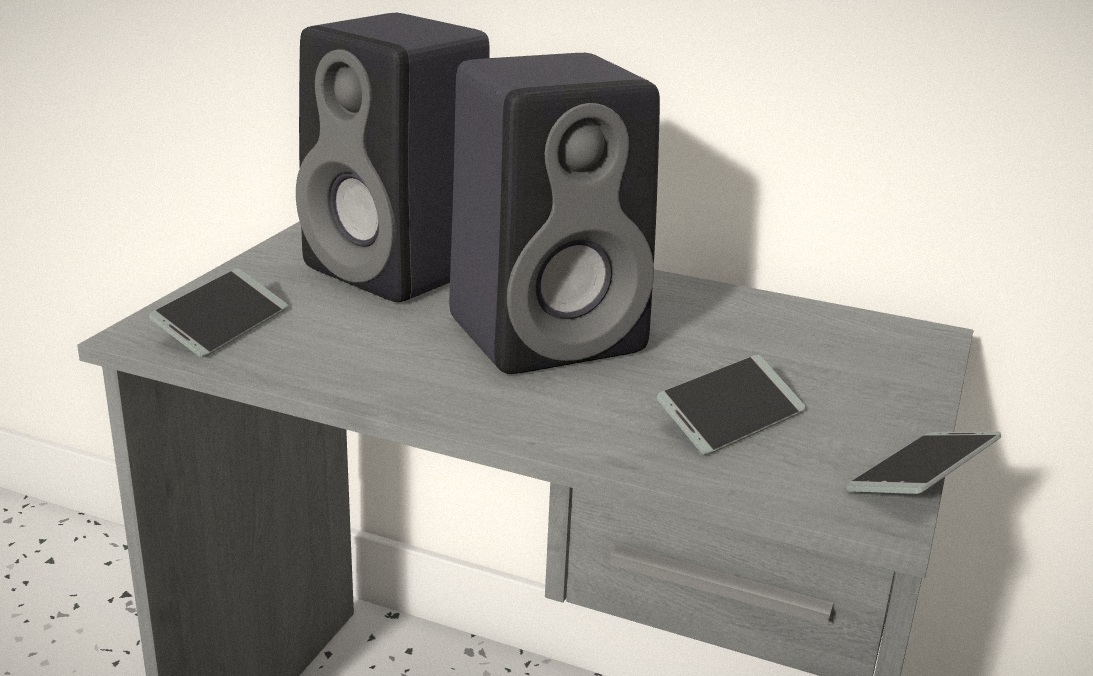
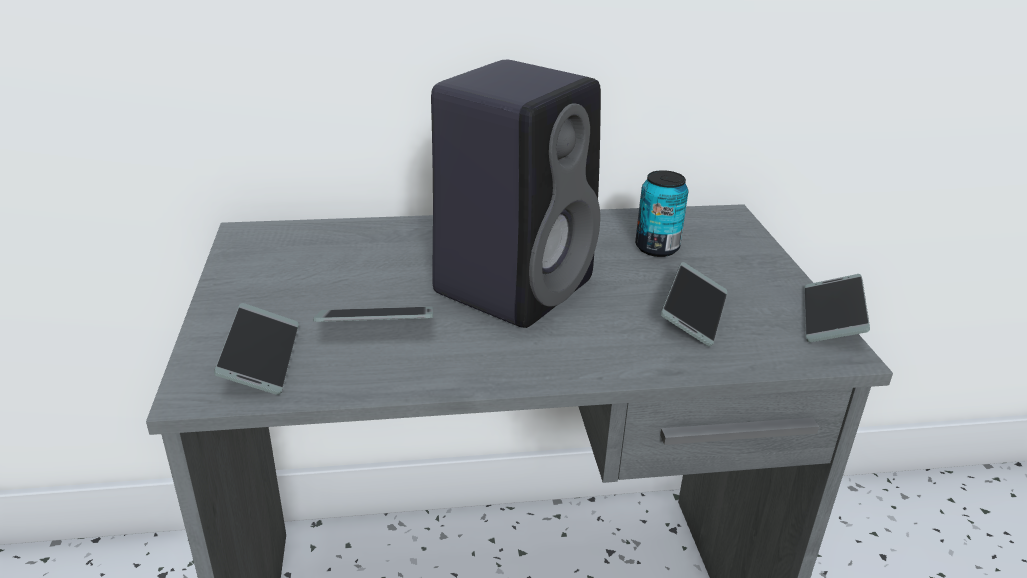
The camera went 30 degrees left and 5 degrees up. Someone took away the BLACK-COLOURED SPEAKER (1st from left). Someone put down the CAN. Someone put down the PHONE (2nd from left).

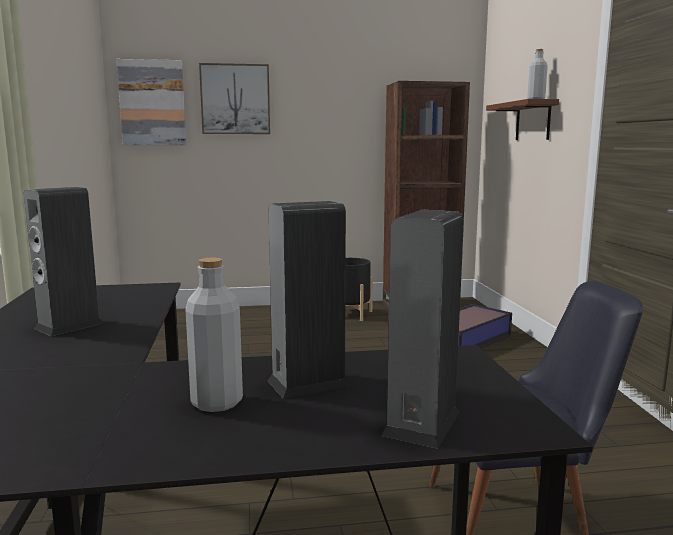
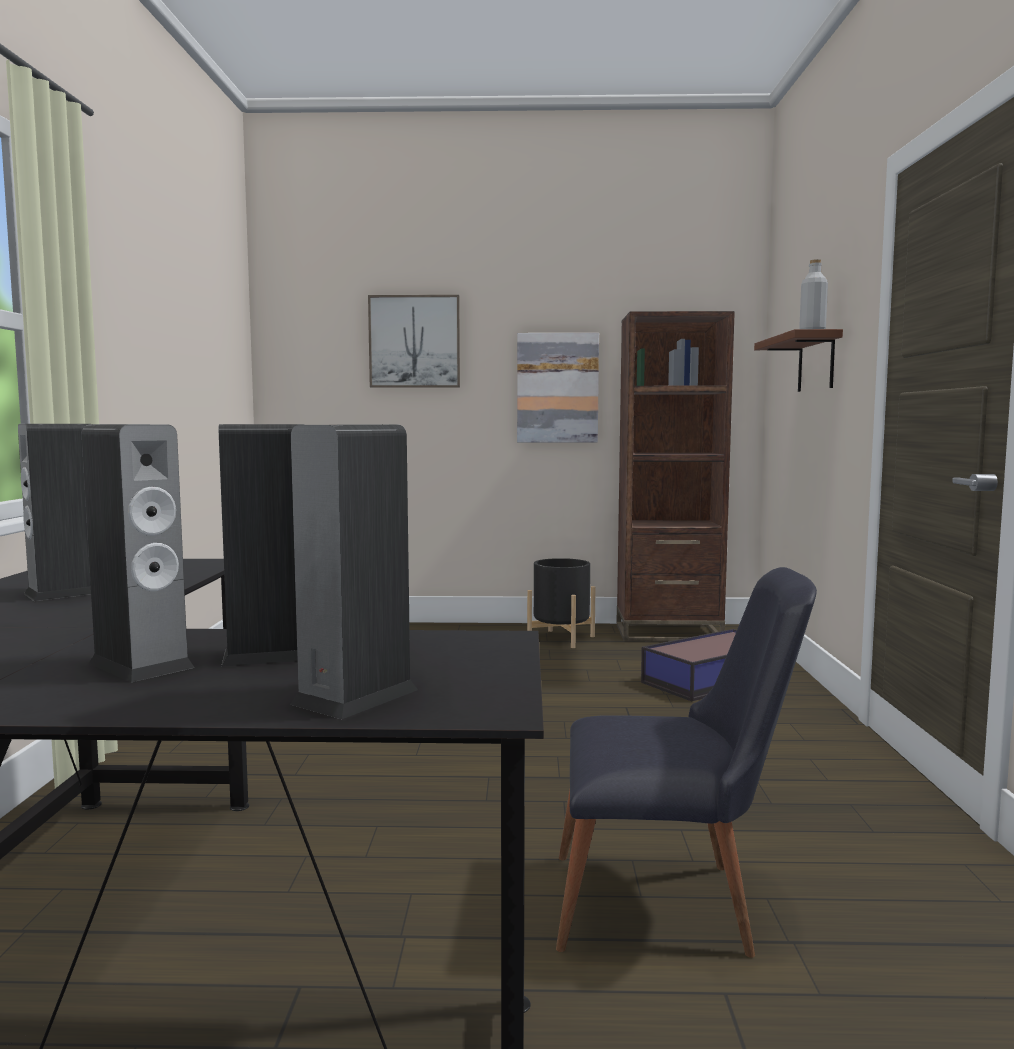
The camera went 10 degrees right and 5 degrees down. Someone carried the WALL PICTURE (1st from left in the first image). Someone swapped the GREYISH DRINK BOTTLE (1st from left) for the SPEAKER (2nd from left).

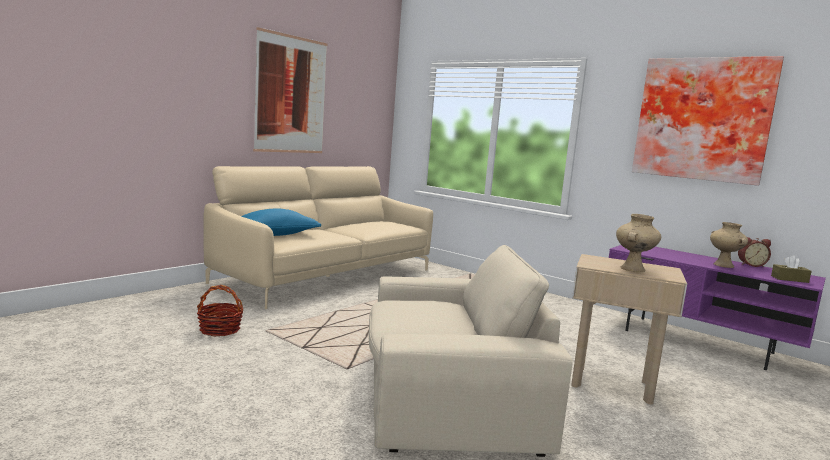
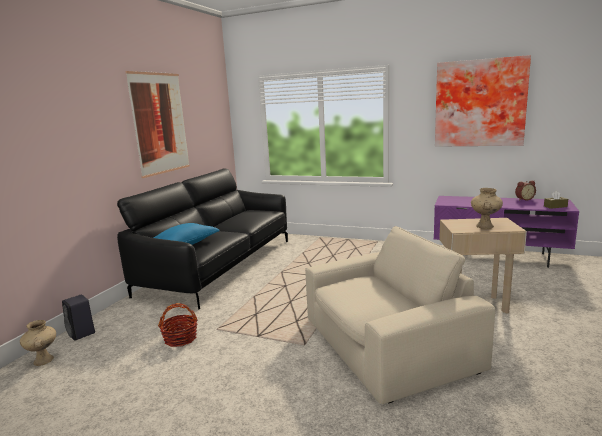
The camera went 15 degrees left and 5 degrees up. Someone repainted the SAND-COLOURED SOFA, which became the BLACK-COLOURED SOFA. Someone carried the SAND-COLOURED FLOWER VASE (2nd from left in the first image). Someone put down the BLACK-COLOURED SPEAKER.

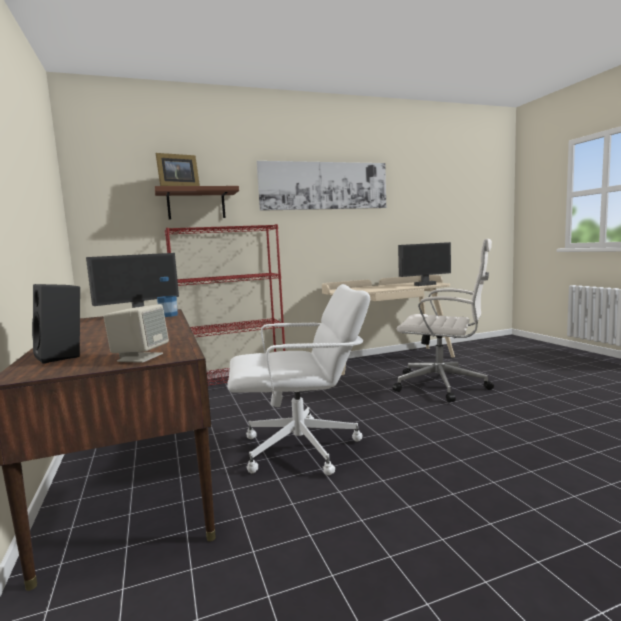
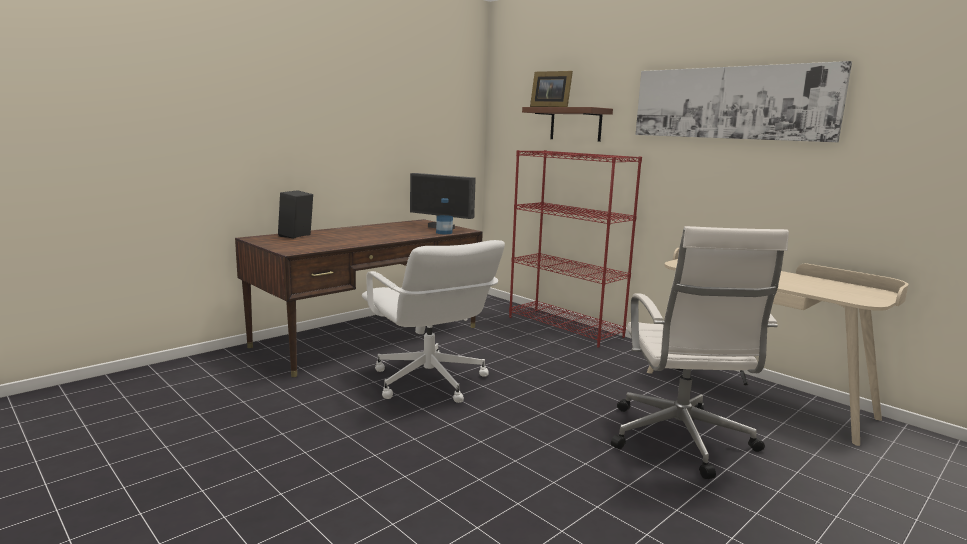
The camera went 65 degrees right and 5 degrees up. Someone took away the COMPUTER DISPLAY (2nd from left). Someone took away the SAND-COLOURED SPEAKER.

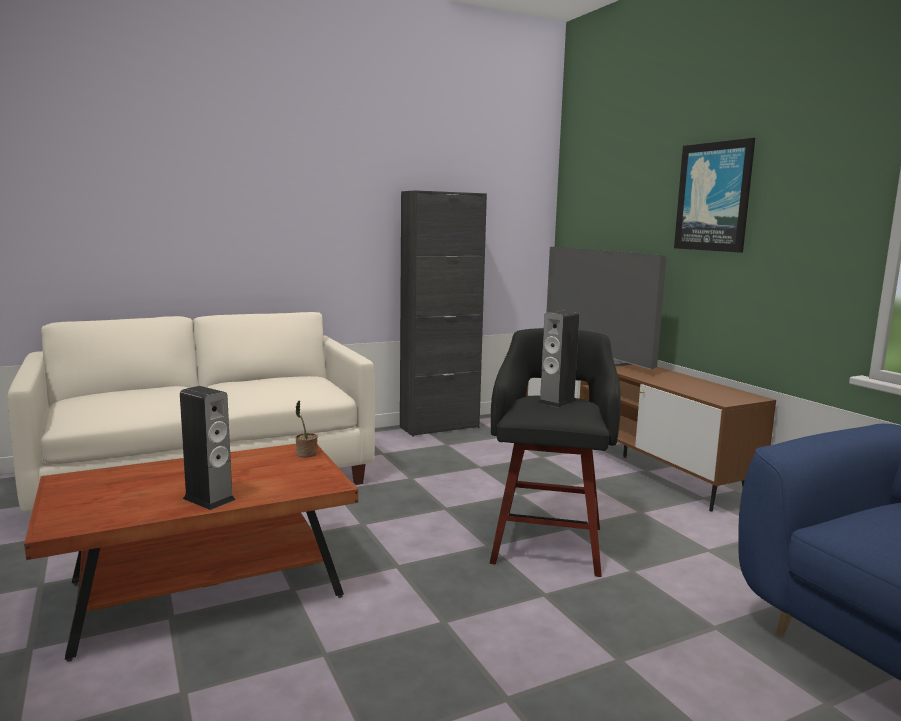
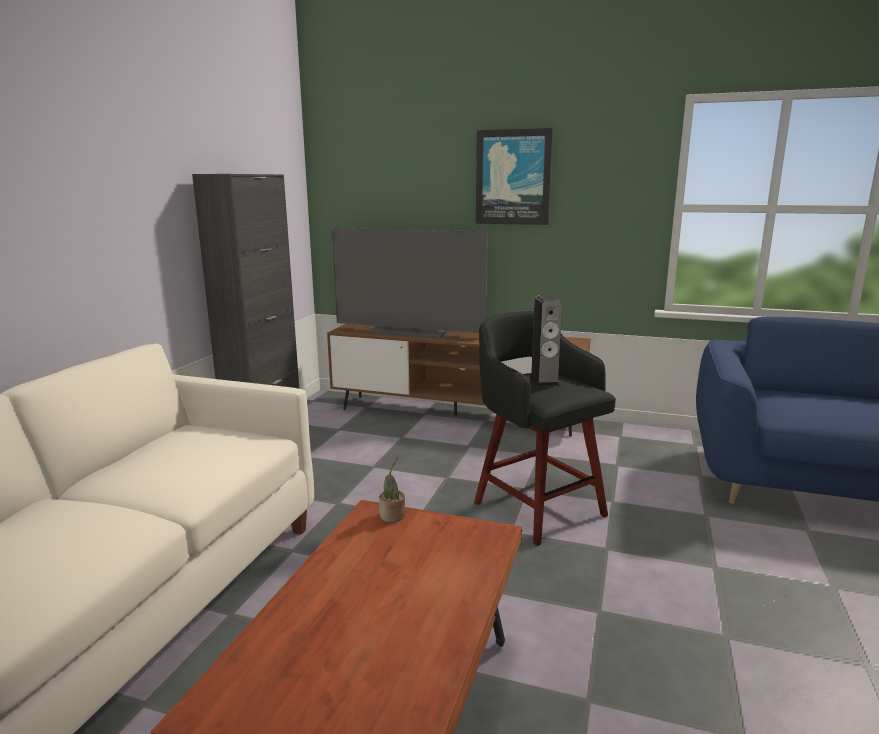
The camera went 45 degrees left and 5 degrees up. Someone took away the SPEAKER (1st from left).

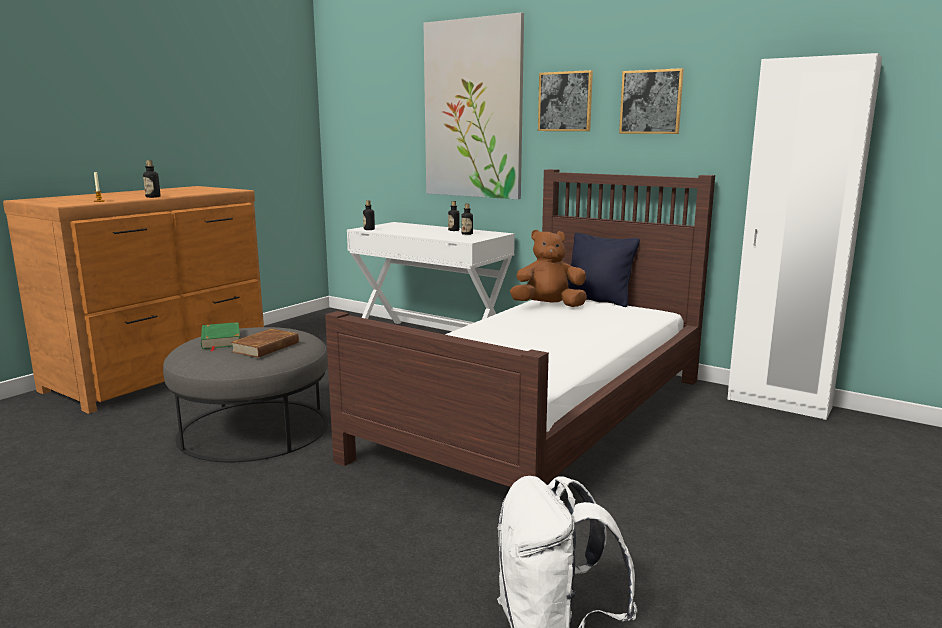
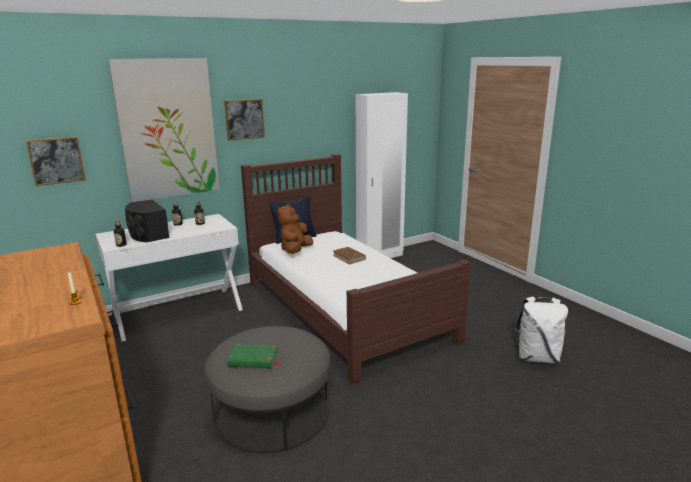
The camera went 65 degrees left and 5 degrees up. Someone carried the WALL PICTURE (3rd from left in the first image). Someone took away the DRINK BOTTLE (1st from left). Someone carried the BROWN-COLOURED BOUND BOOK. Someone put down the BLACK-COLOURED SPEAKER.

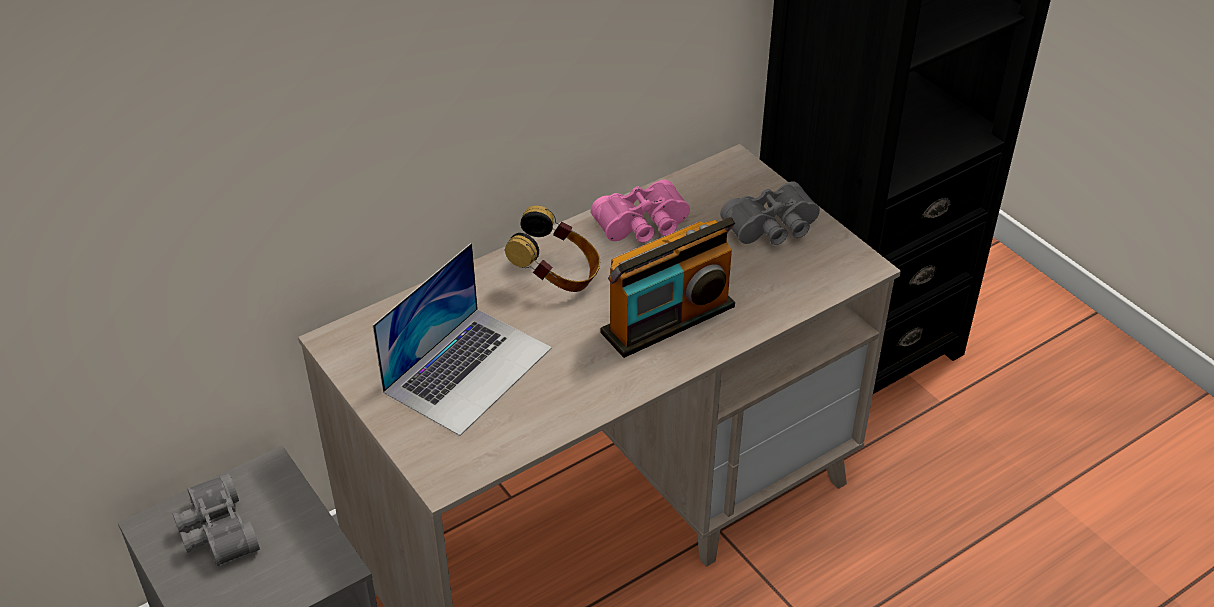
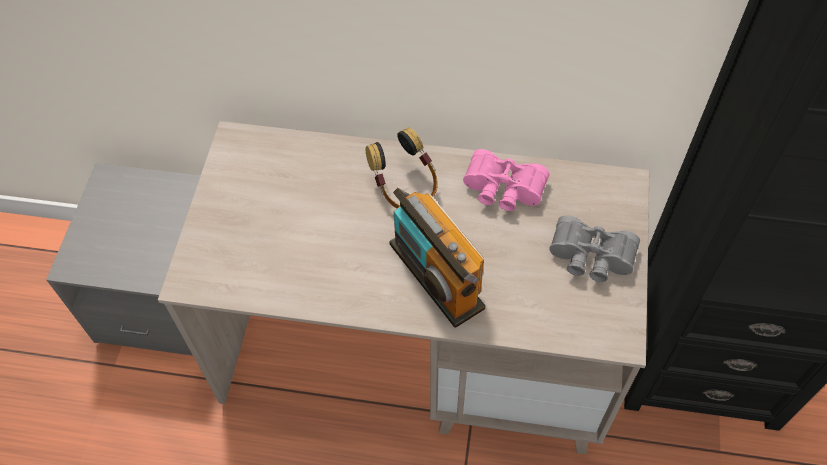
The camera went 45 degrees right and 15 degrees up. Someone rotated the RADIO RECEIVER by 45 degrees clockwise. Someone took away the LAPTOP. Someone took away the GREYISH PAIR OF BINOCULARS (1st from left).

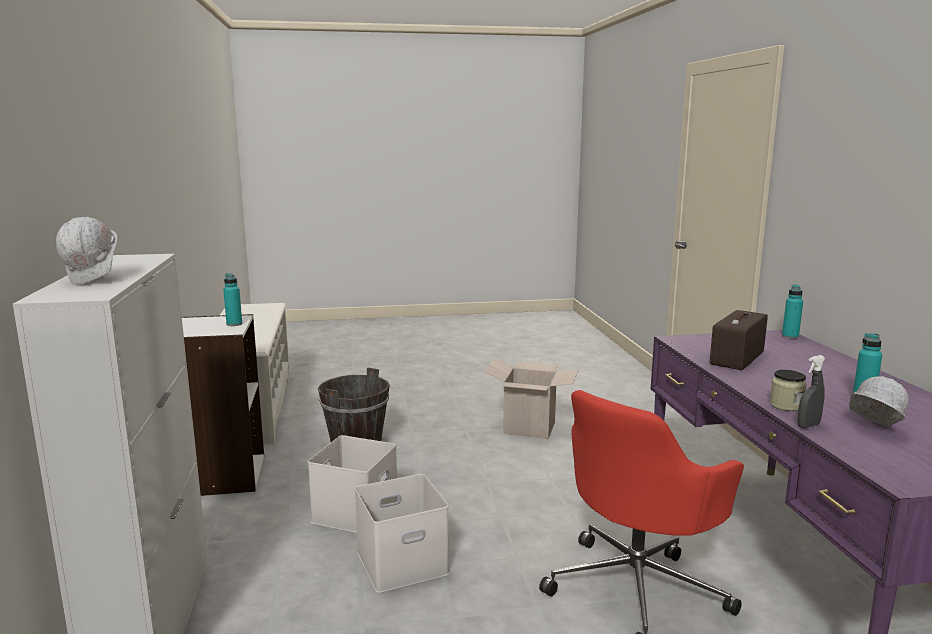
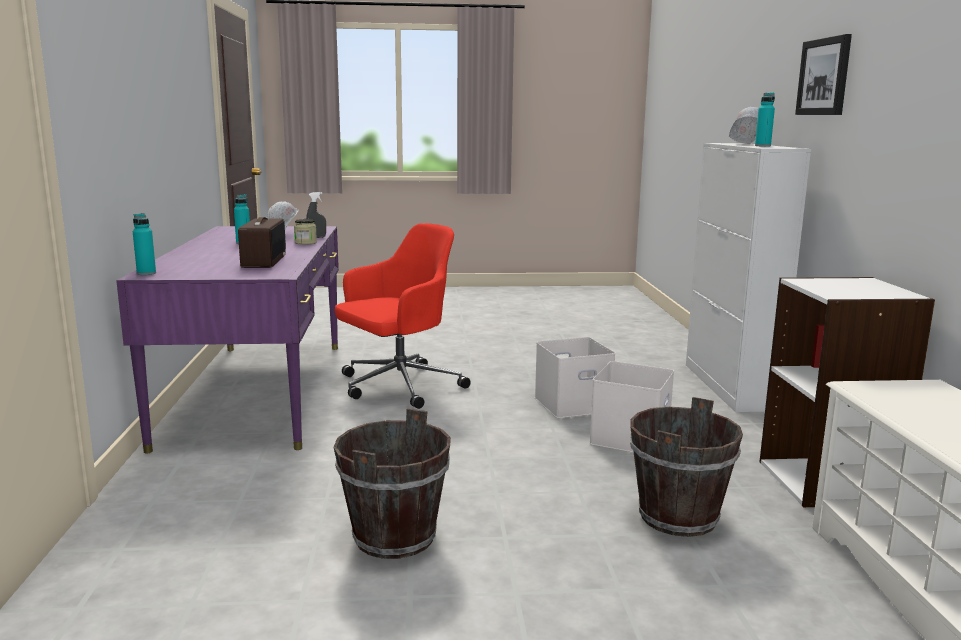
The camera went 175 degrees left and 0 degrees up. Someone carried the TURQUOISE DRINK BOTTLE (1st from left in the first image). Someone rotated the RADIO RECEIVER by 45 degrees counterclockwise. Someone swapped the PACKING BOX for the BROWN-COLOURED PAIL (1st from left). Someone put up the WALL PICTURE.

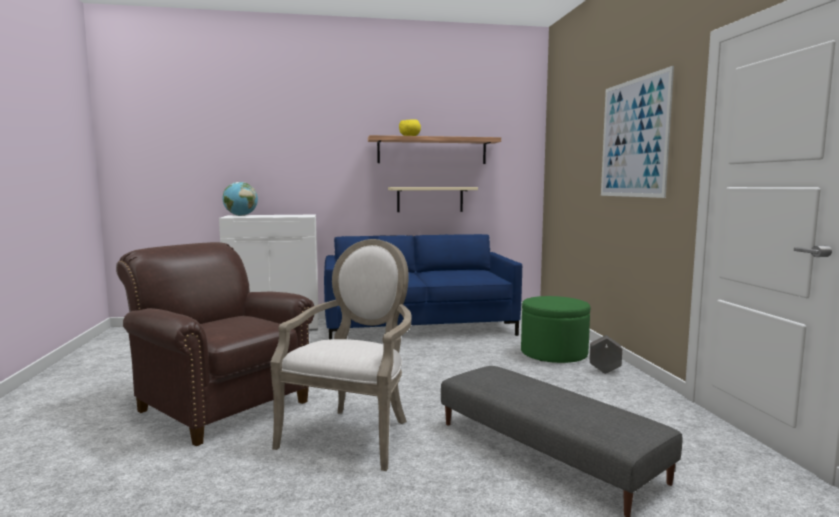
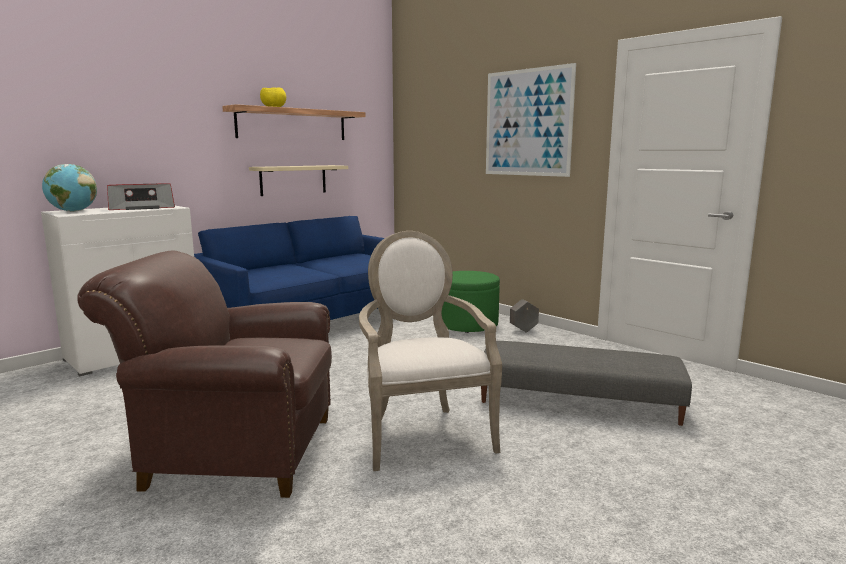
The camera went 35 degrees left and 5 degrees up. Someone put down the RADIO RECEIVER.

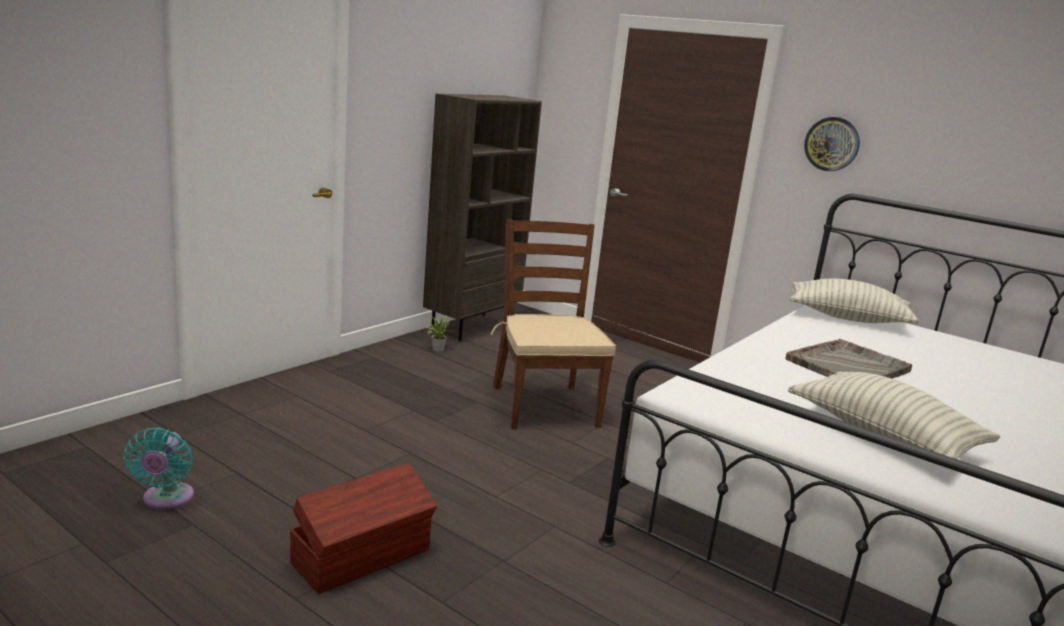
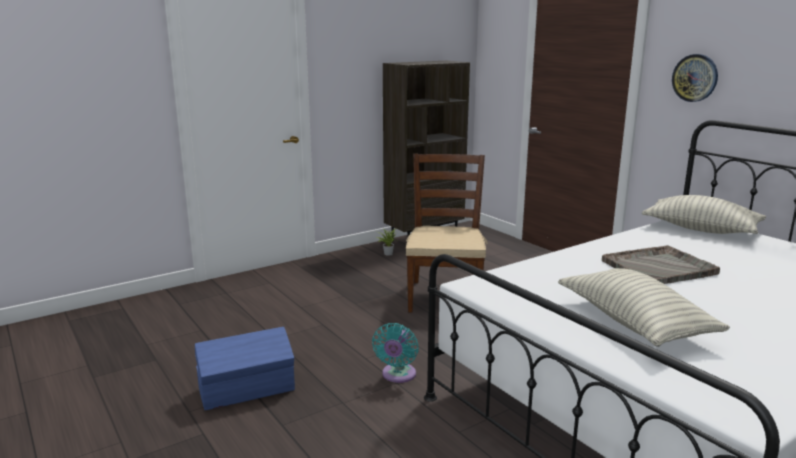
The camera went 20 degrees right and 0 degrees up. Someone carried the TURQUOISE ELECTRIC FAN. Someone repainted the BROWN-COLOURED STORAGE BOX, which became the BLUE-COLOURED STORAGE BOX.

